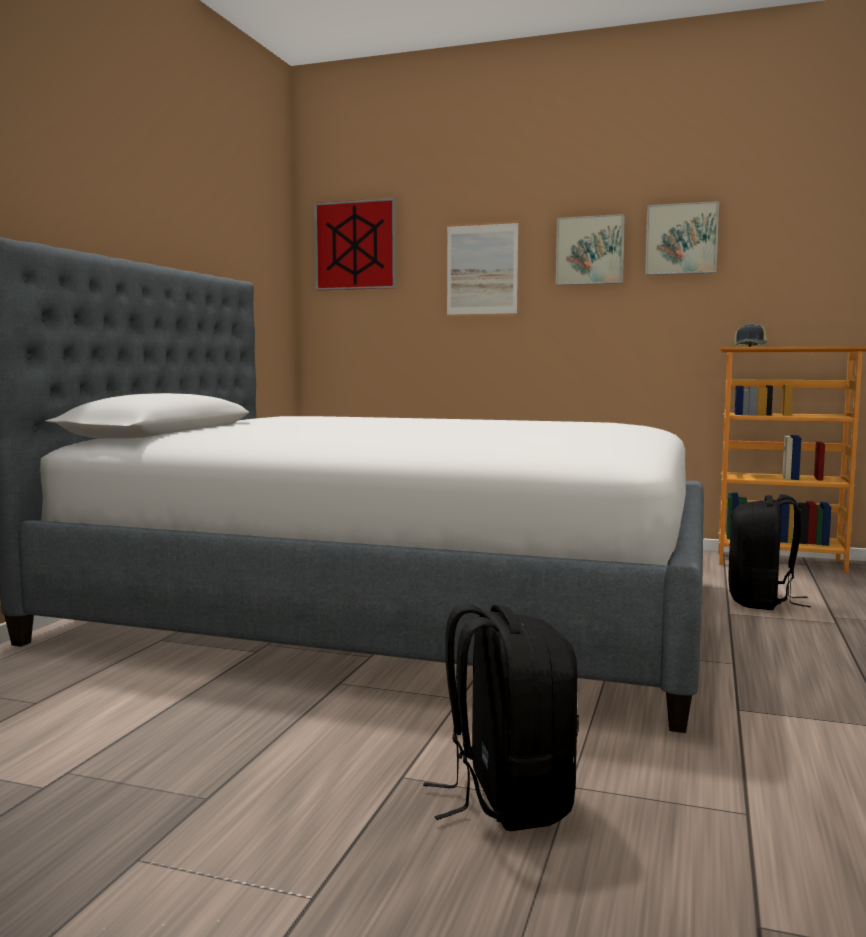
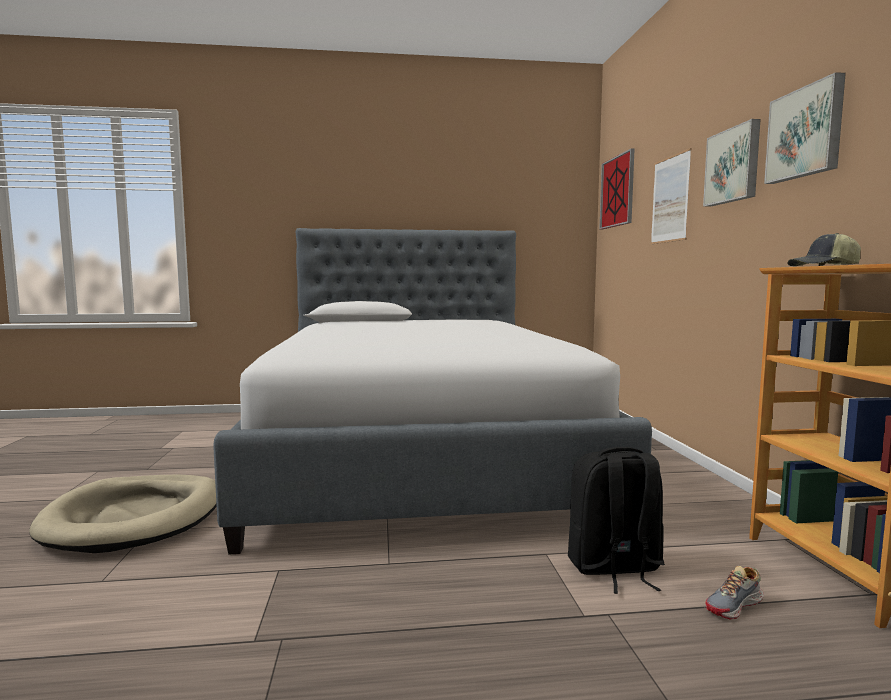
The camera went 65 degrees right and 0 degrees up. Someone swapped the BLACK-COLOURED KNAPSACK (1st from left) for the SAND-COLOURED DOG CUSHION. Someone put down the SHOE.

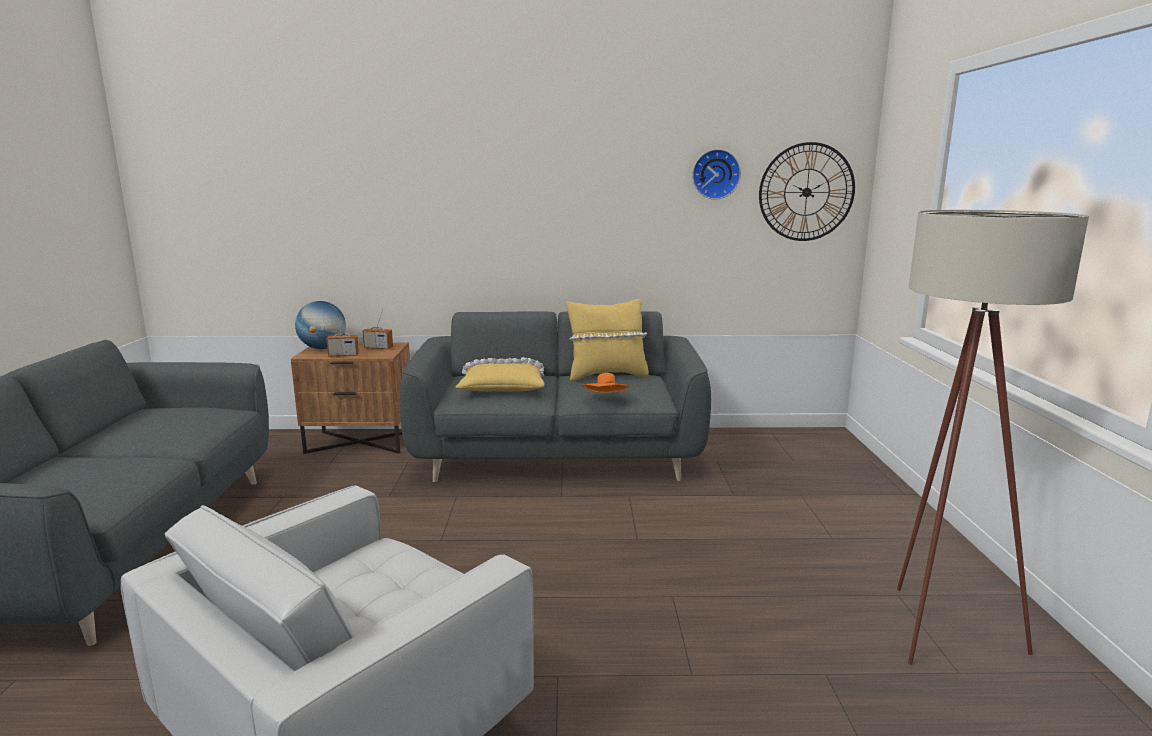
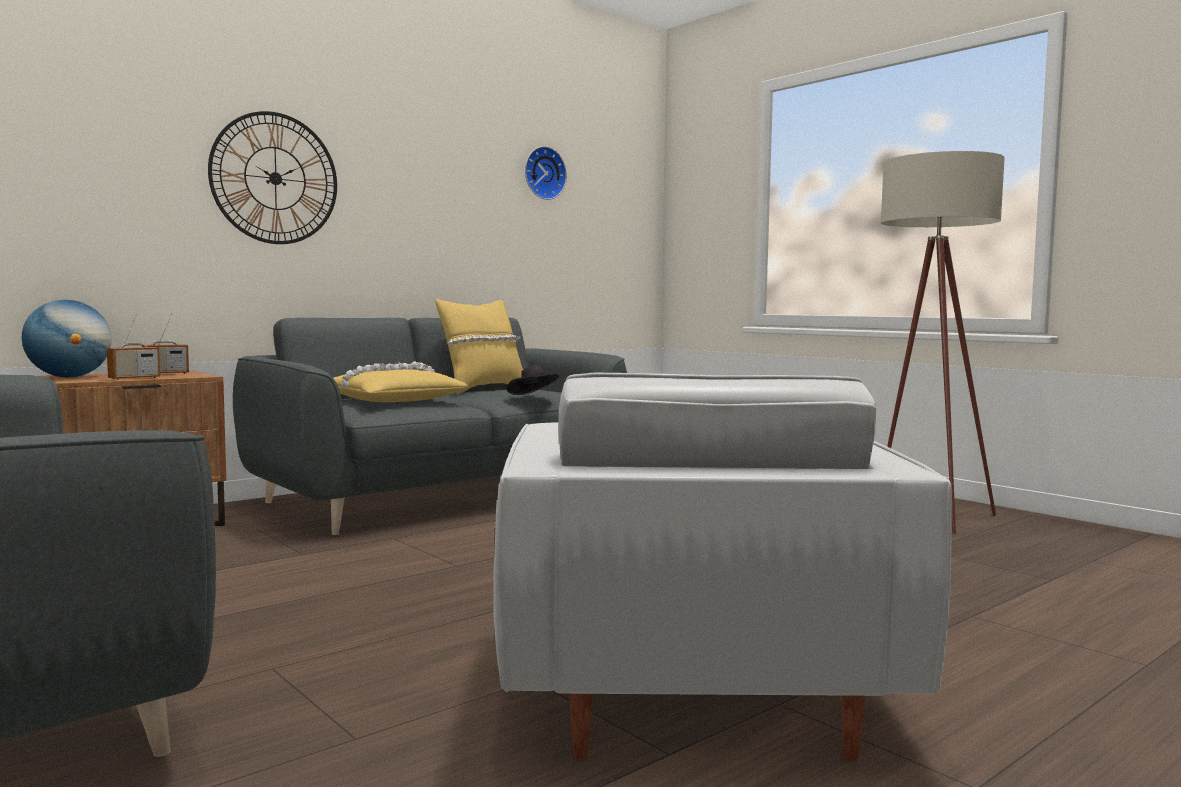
The camera went 40 degrees left and 10 degrees down. Someone carried the WALL CLOCK (2nd from left in the first image). Someone repainted the ORANGEY CLOTHING HAT, which became the BLACK-COLOURED CLOTHING HAT.

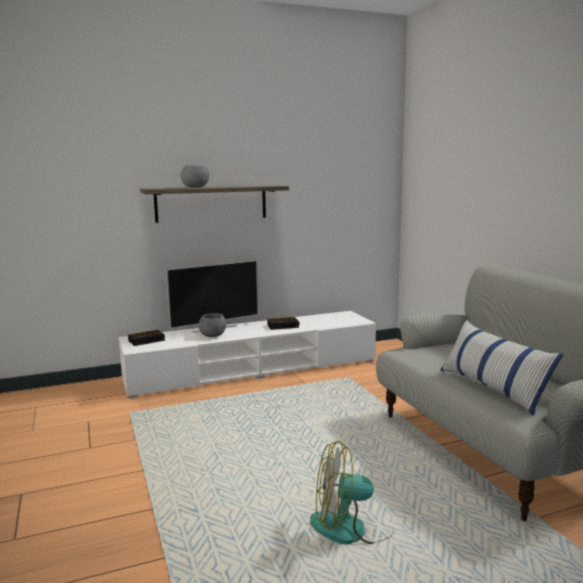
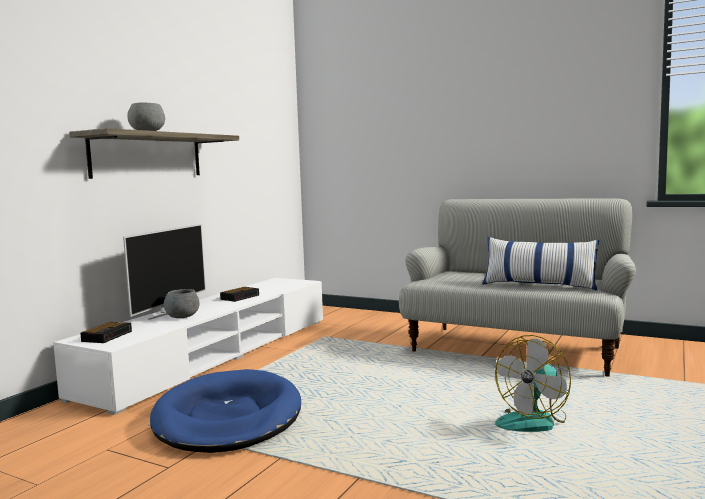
The camera went 40 degrees left and 5 degrees down. Someone put down the BLUE-COLOURED DOG CUSHION.

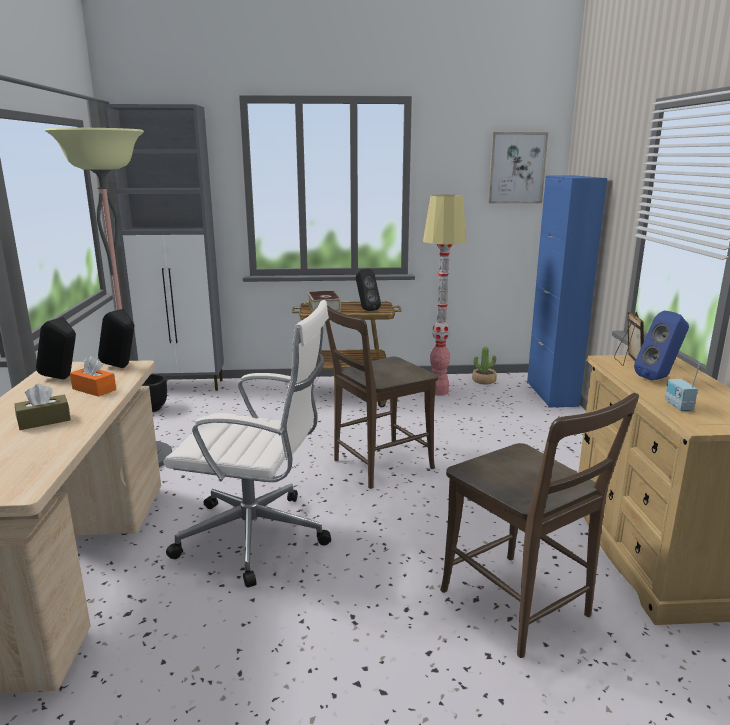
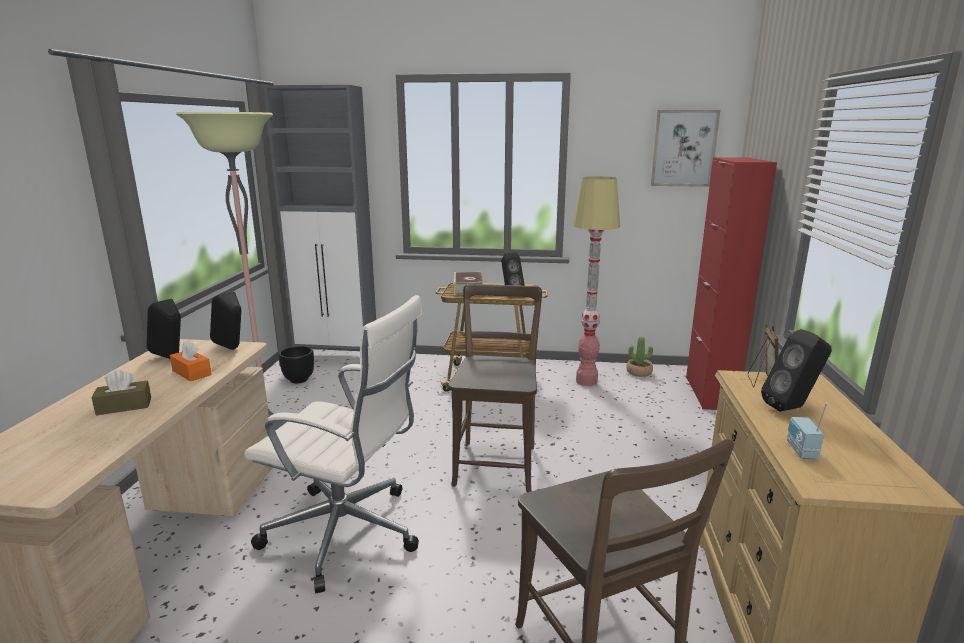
The camera went 10 degrees right and 0 degrees up. Someone repainted the BLUE-COLOURED CABINET, which became the RED-COLOURED CABINET. Someone rotated the BROWN-COLOURED CHAIR (1st from left) by 120 degrees clockwise. Someone repainted the BLUE-COLOURED SPEAKER, which became the BLACK-COLOURED SPEAKER (4th from left).

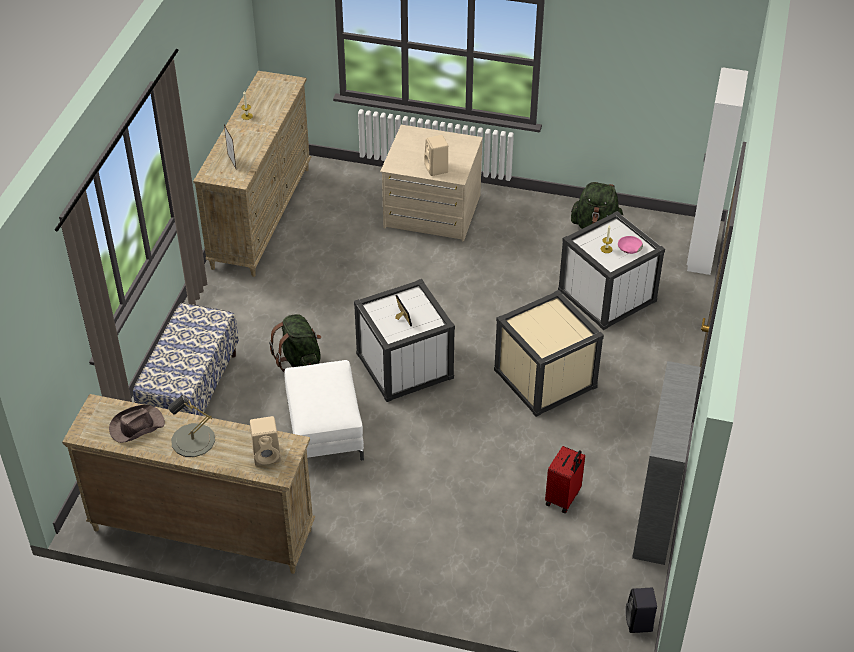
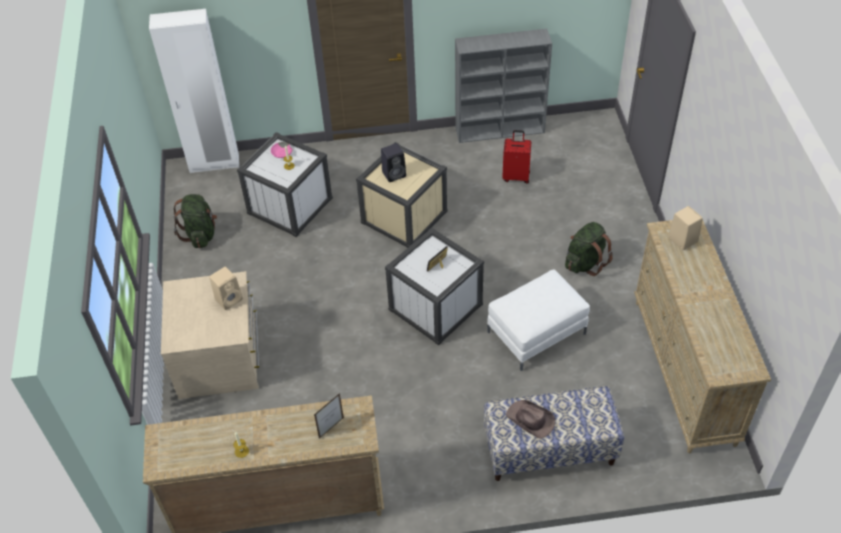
The camera went 110 degrees left and 5 degrees up. Someone carried the GREEN KNAPSACK (1st from left in the first image). Someone took away the GREYISH TABLE LAMP. Someone carried the BROWN-COLOURED CLOTHING HAT. Someone carried the BLACK-COLOURED SPEAKER.

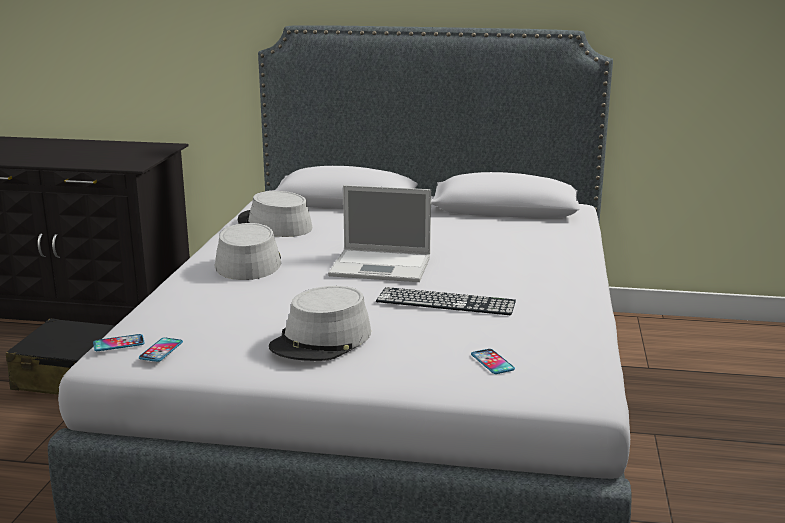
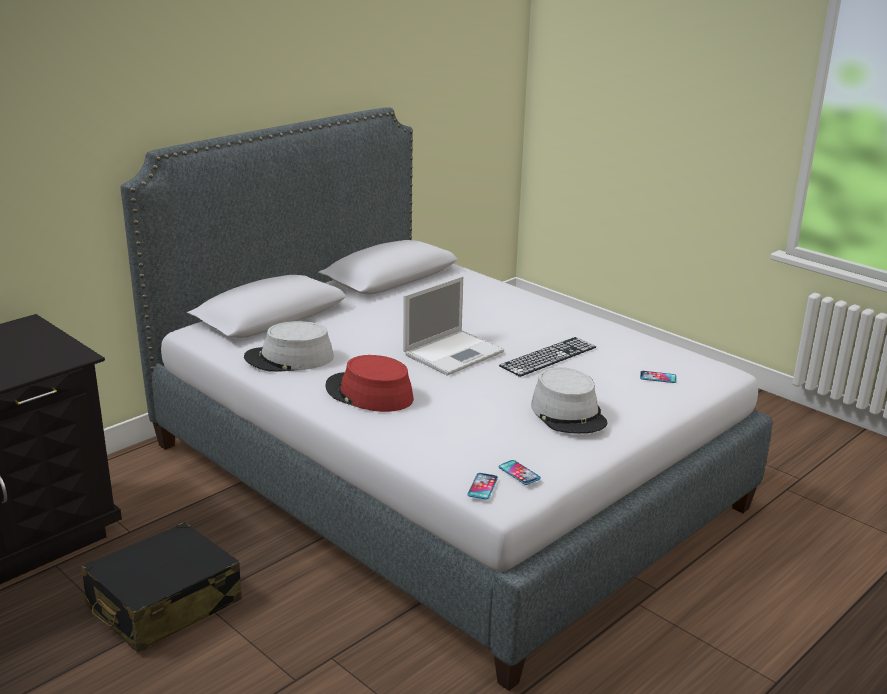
The camera went 55 degrees left and 5 degrees up. Someone repainted the GREYISH CLOTHING HAT (1st from left), which became the RED-COLOURED CLOTHING HAT.

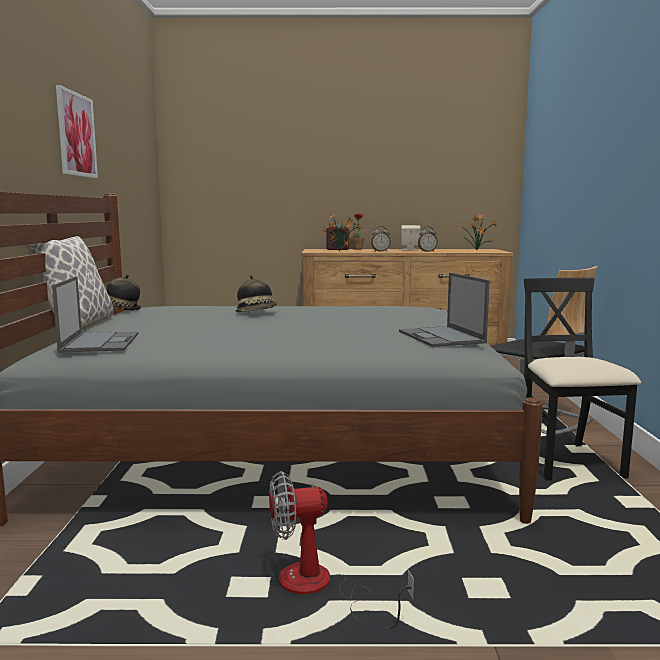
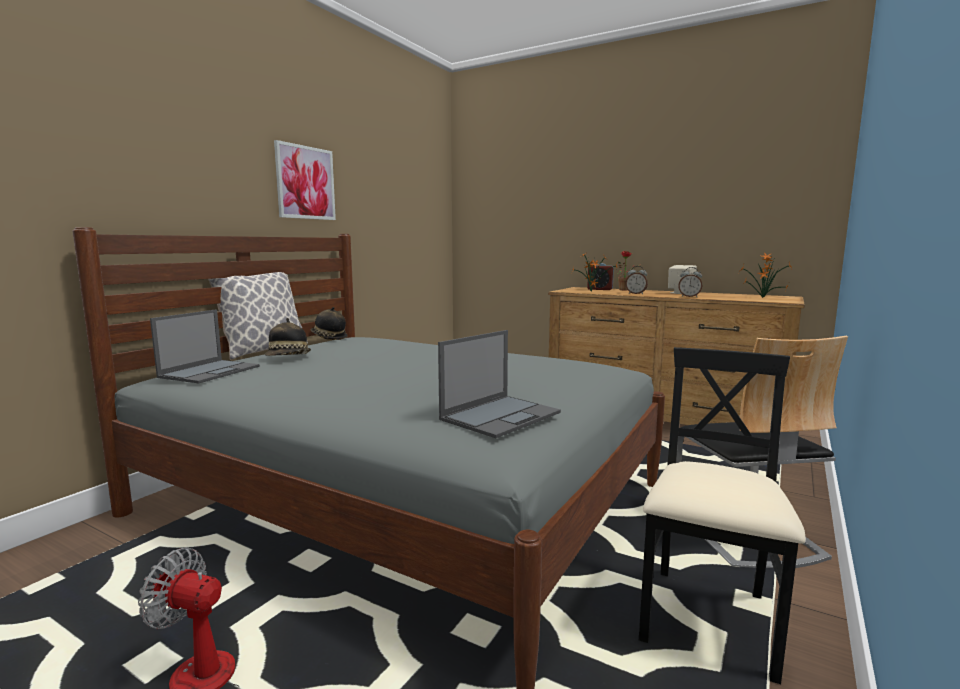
The camera went 30 degrees right and 0 degrees up. Someone rotated the LAPTOP (2nd from left) by 150 degrees counterclockwise. Someone carried the CLOTHING HAT (2nd from left in the first image).

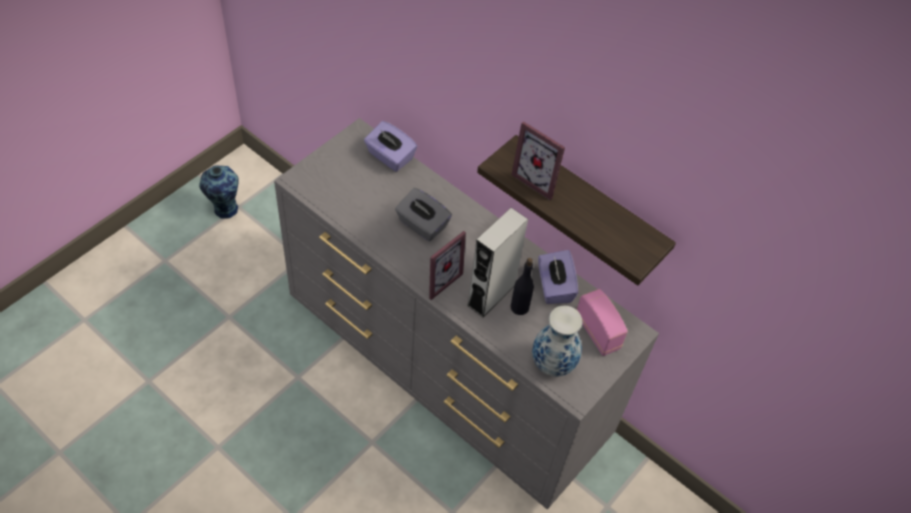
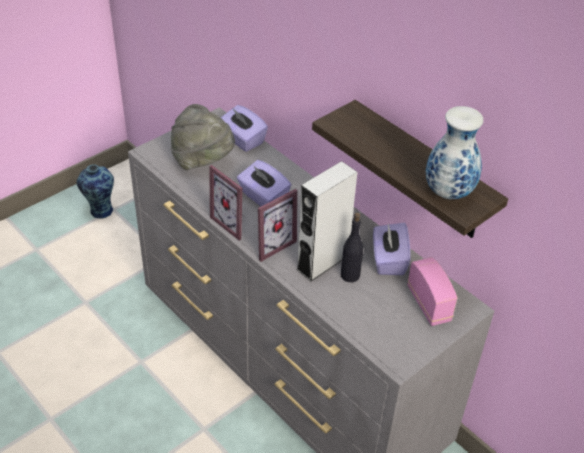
The camera went 10 degrees right and 10 degrees down. Someone carried the STANDING FRAME (2nd from left in the first image). Someone repainted the GREYISH BOX OF TISSUES, which became the PURPLISH BOX OF TISSUES (2nd from left). Someone carried the FLOWER VASE (2nd from left). Someone put down the GREYISH CLOTHING HAT.

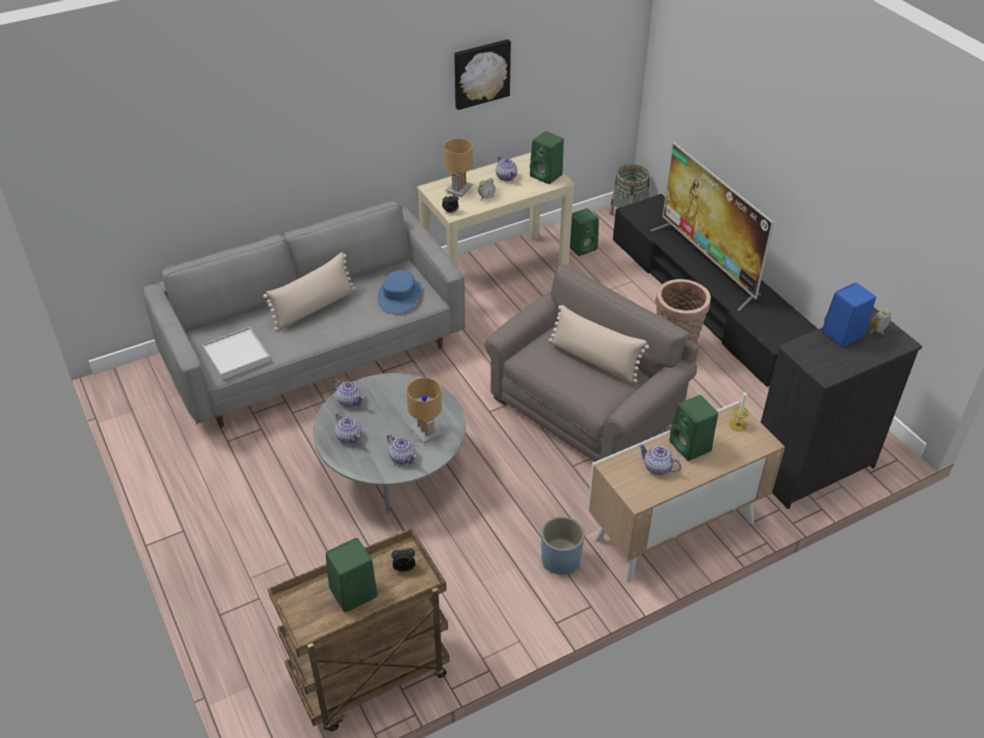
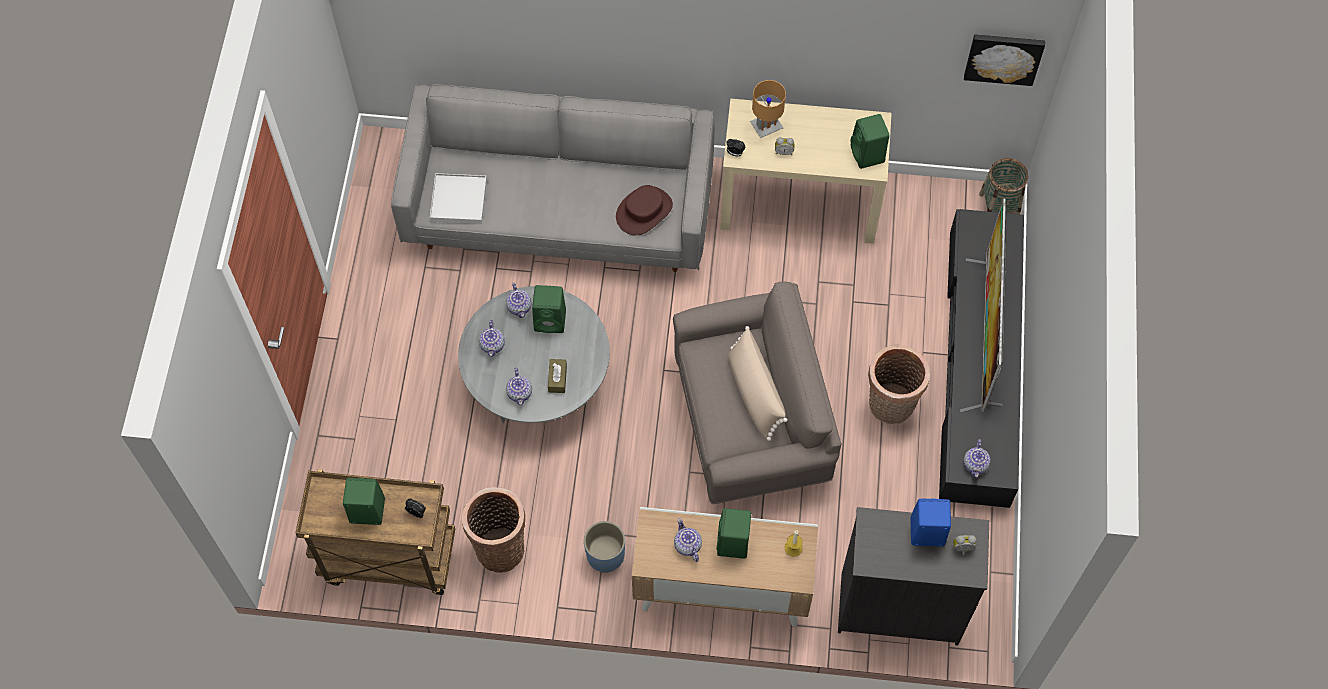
The camera went 35 degrees right and 20 degrees up. Someone carried the WALL PICTURE. Someone carried the POT FOR TEA (4th from left in the first image). Someone carried the GREEN SPEAKER (3rd from left in the first image). Someone took away the SAND-COLOURED THROW PILLOW (1st from left). Someone repainted the BLUE-COLOURED CLOTHING HAT, which became the BROWN-COLOURED CLOTHING HAT. Someone swapped the BROWN-COLOURED TABLE LAMP (1st from left) for the BROWN-COLOURED BOX OF TISSUES. Someone put down the HOUSEHOLD BASKET (1st from left).

